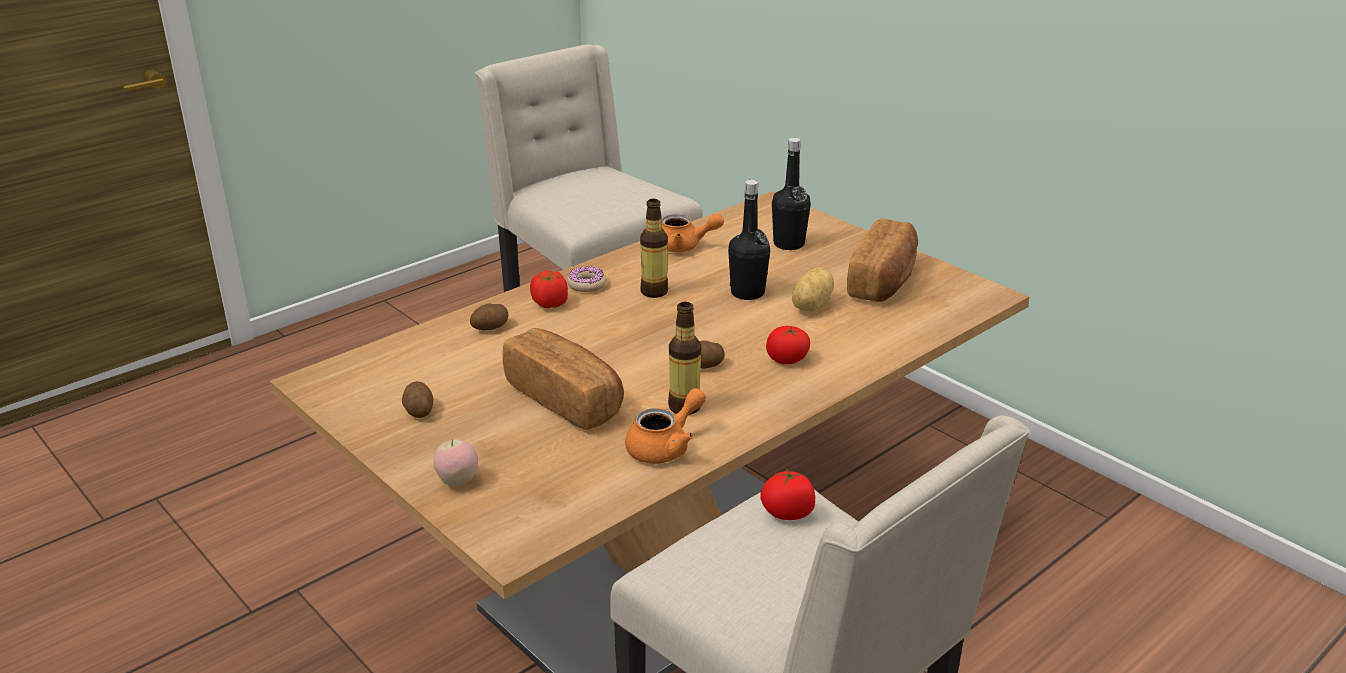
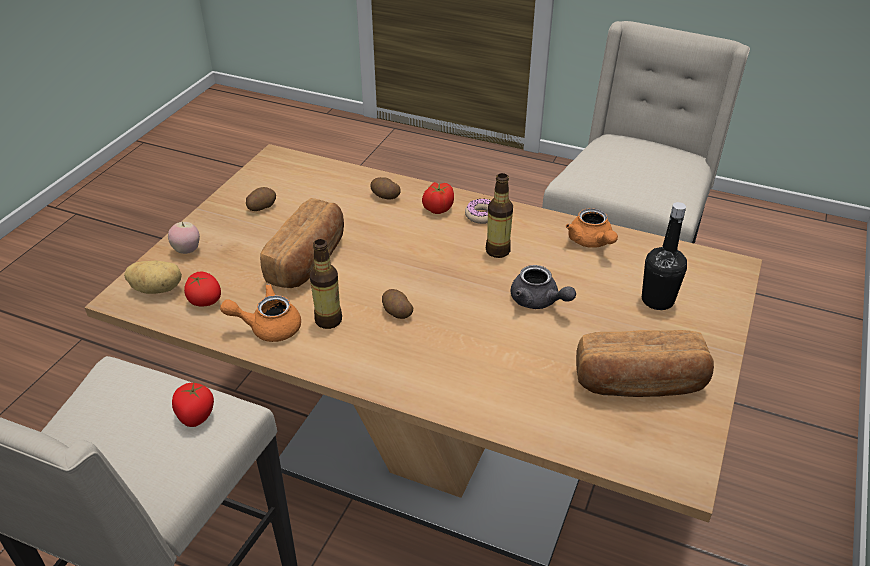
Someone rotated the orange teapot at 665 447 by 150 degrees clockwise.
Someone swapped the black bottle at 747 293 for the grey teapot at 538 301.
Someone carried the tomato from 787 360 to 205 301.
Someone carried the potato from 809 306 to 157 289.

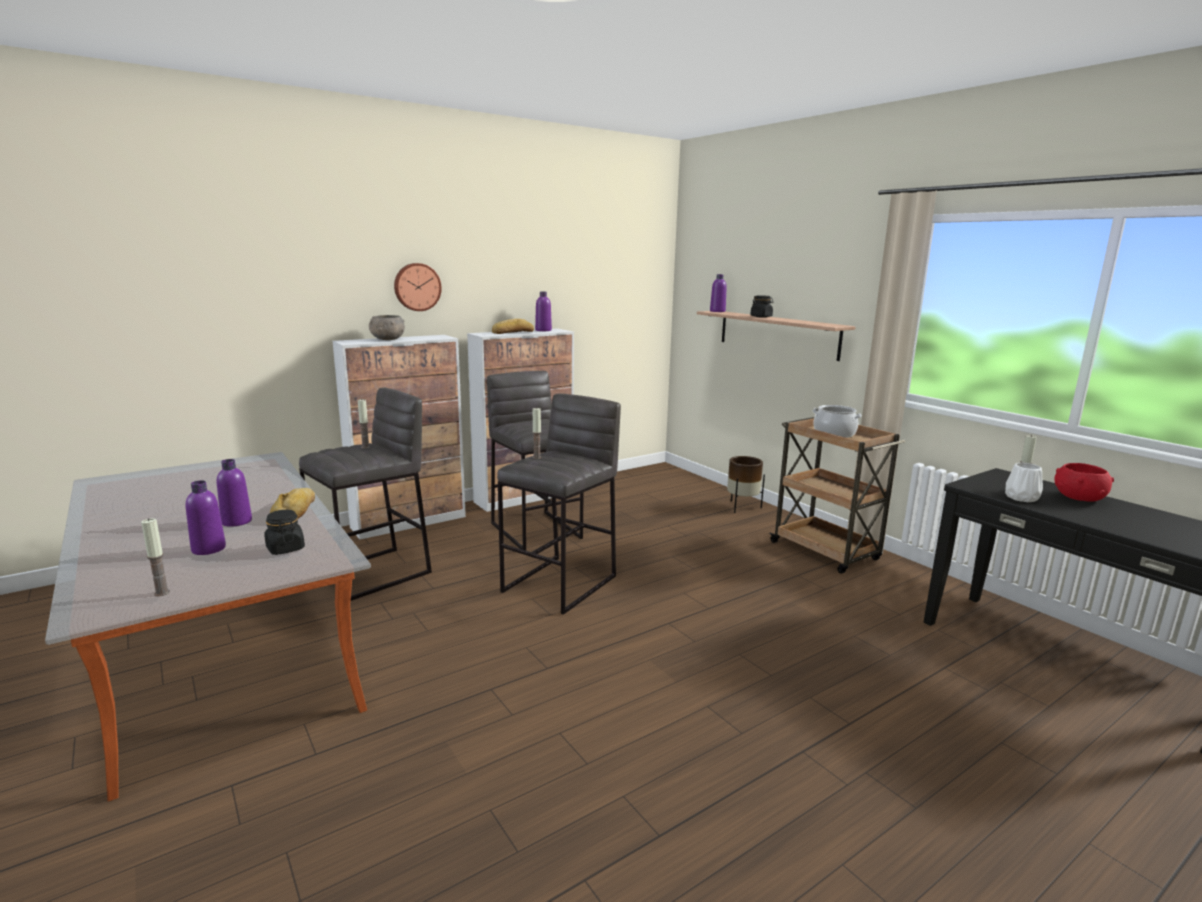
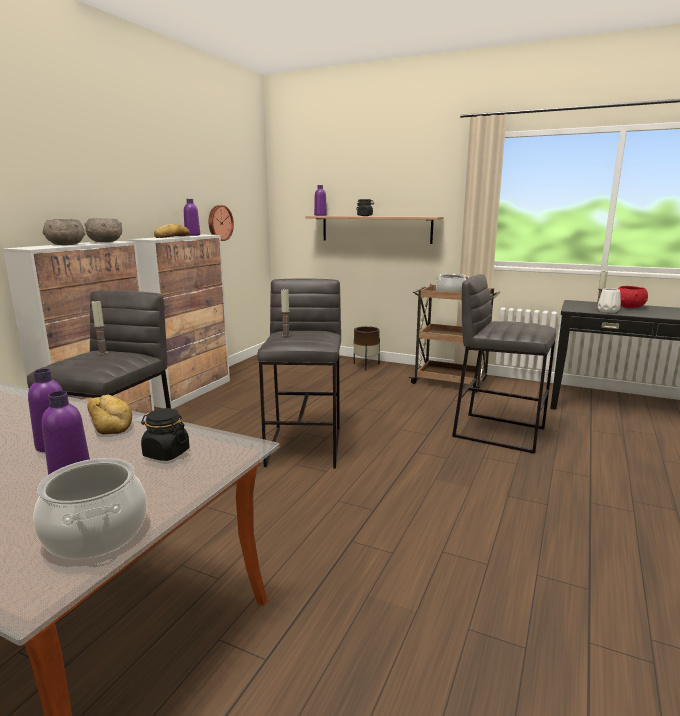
Someone swapped the candle at 162 593 for the cooking pot at 97 533.
Someone carried the wall clock from 417 287 to 219 223.
Someone carried the grey stool from 536 530 to 498 432.
Someone put down the grey bowl at 105 242.

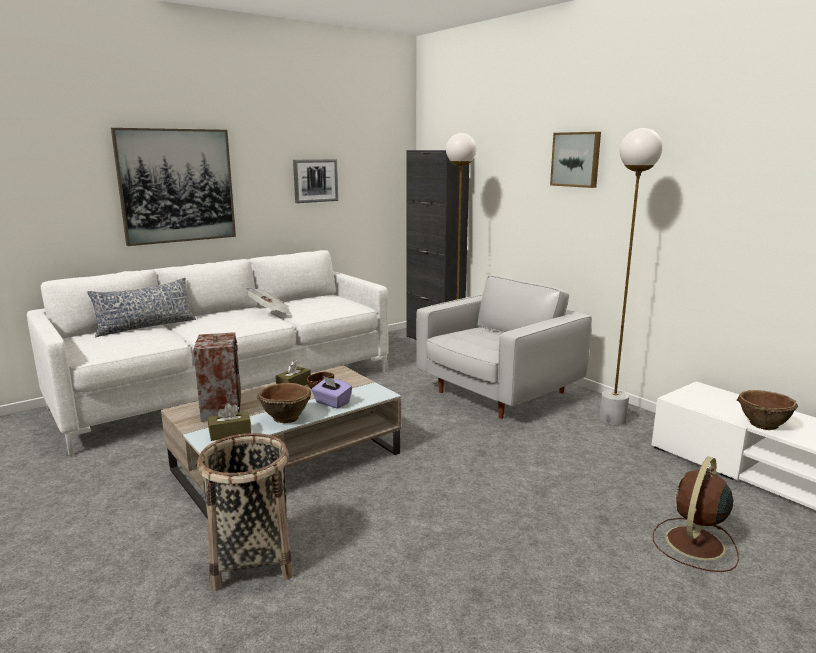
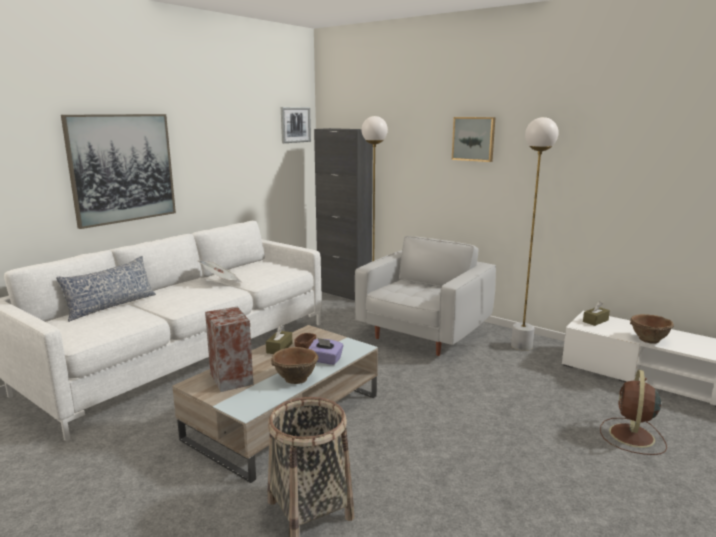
Someone carried the brown tissue box from 230 433 to 595 321.
Someone carried the picture from 315 180 to 295 124.

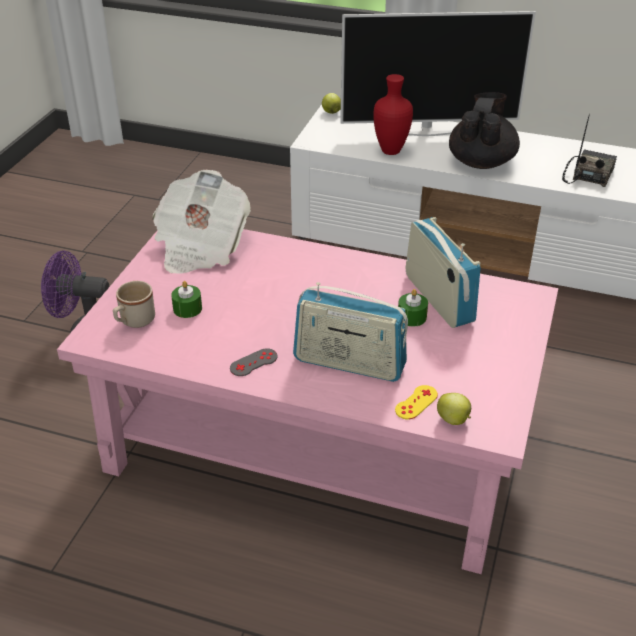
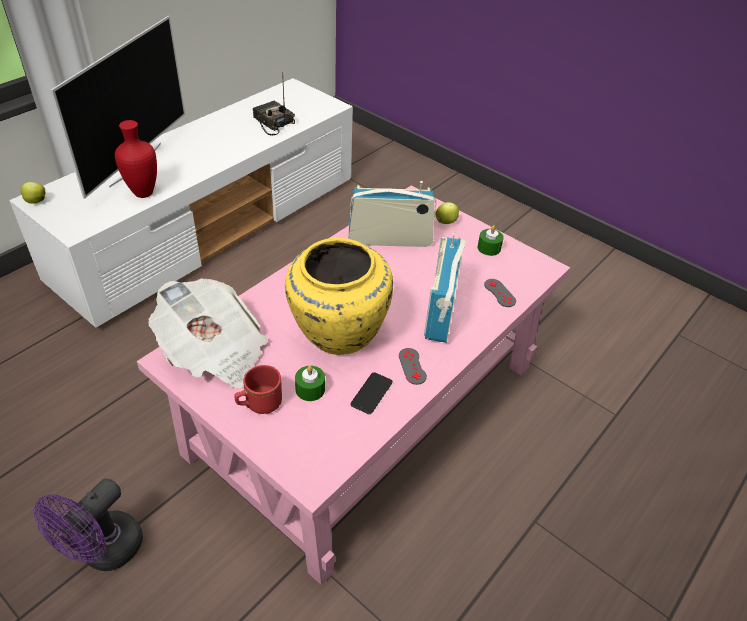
Someone took away the beige mug at 134 321.
Someone rotated the radio at 349 363 by 150 degrees clockwise.
Someone repainted the yellow game controller at 416 402, which became the grey game controller at 499 293.
Someone carried the green candle from 412 317 to 489 248.
Someone carried the apple from 454 420 to 446 222.
Someone took away the black teapot at 481 161.
Someone put down the red mug at 259 404.
Someone put down the yellow vase at 337 334.
Someone put down the phone at 371 393.

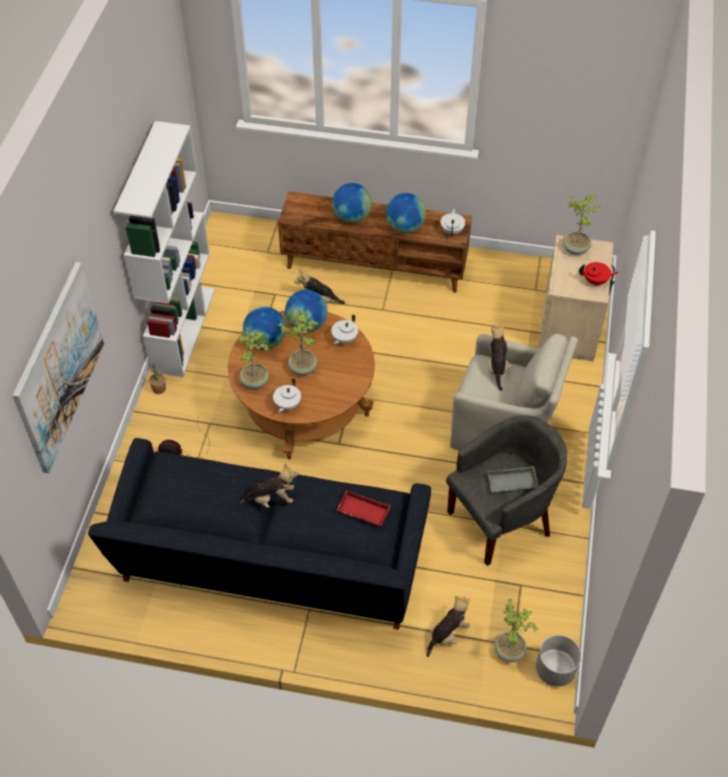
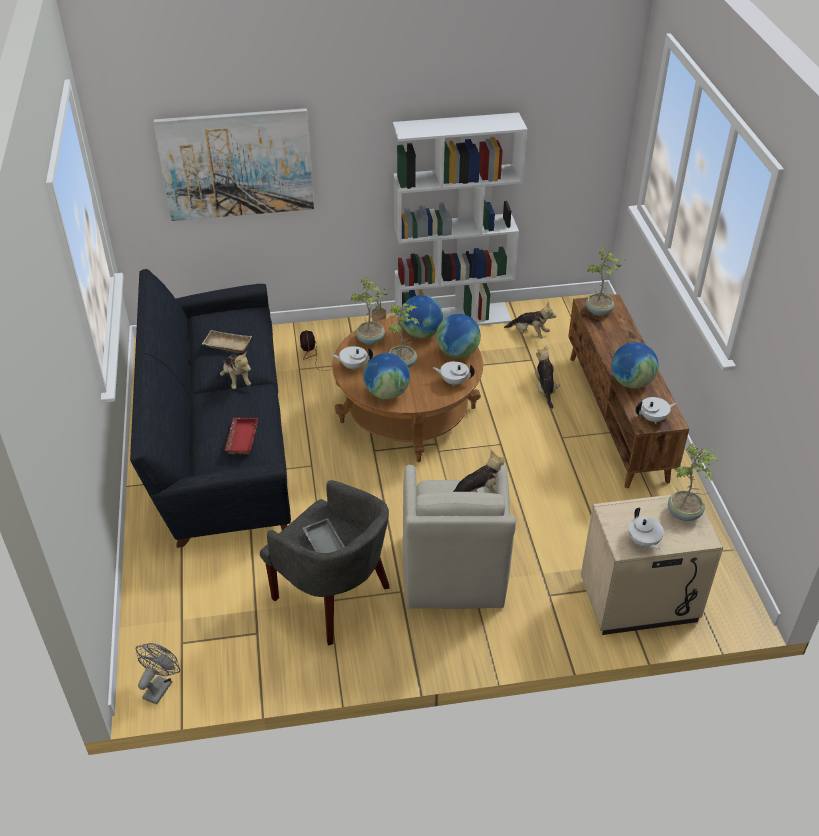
Someone carried the globe from 351 217 to 387 393.
Someone carried the plush toy from 448 634 to 529 333.
Someone carried the potted plant from 510 650 to 599 311.
Someone swapped the grey planter at 555 670 for the grey fan at 160 686.
Someone repainted the red teapot at 595 281, which became the white teapot at 643 542.
Someone put down the beige tray at 226 345.

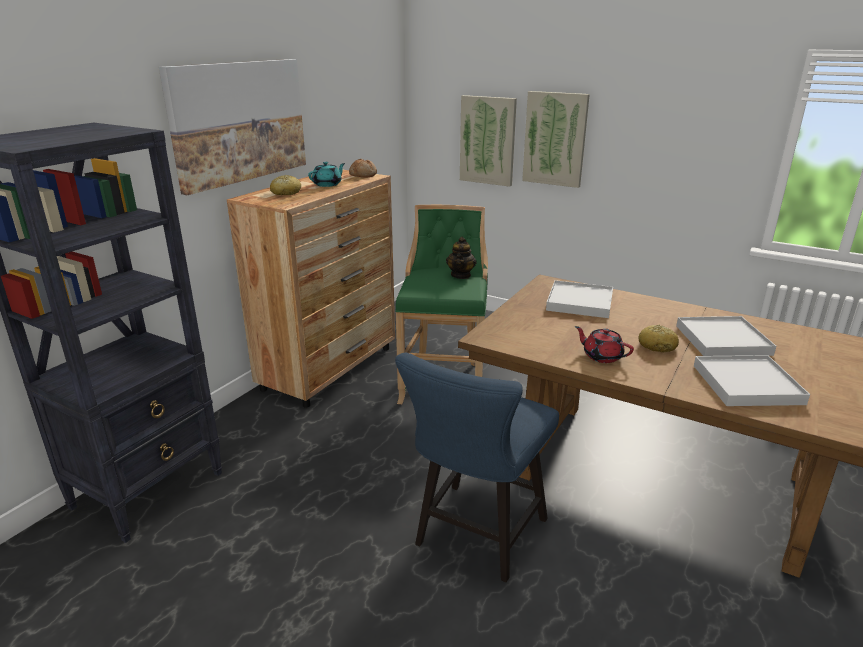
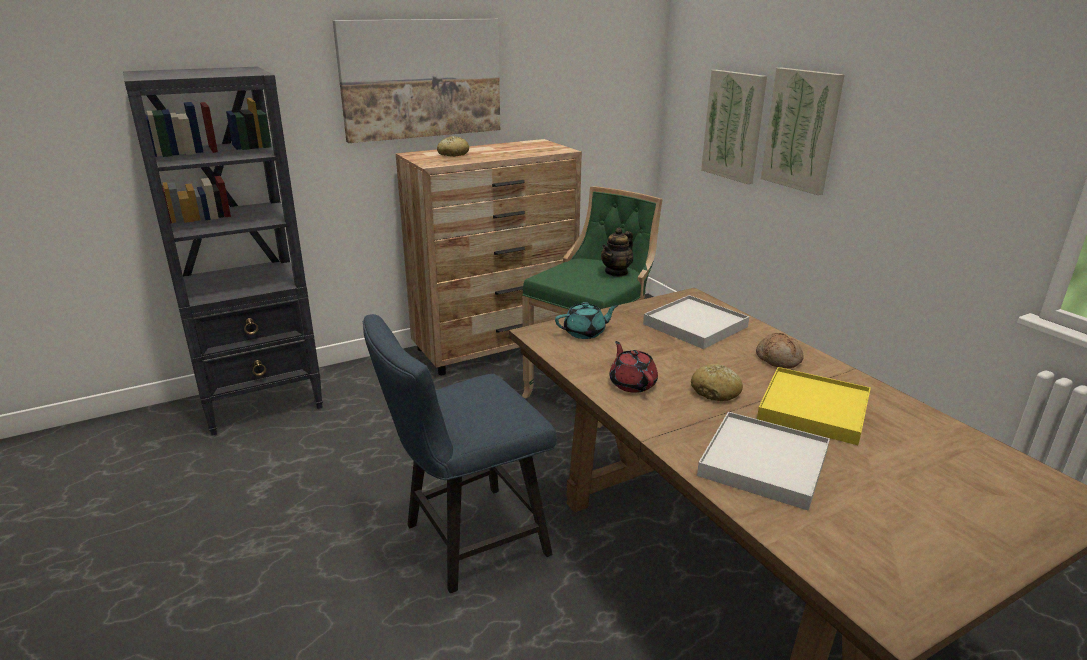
Someone carried the turquoise teapot from 328 184 to 585 333.
Someone carried the bread from 363 175 to 778 359.
Someone repainted the white tray at 722 340, which became the yellow tray at 813 409.

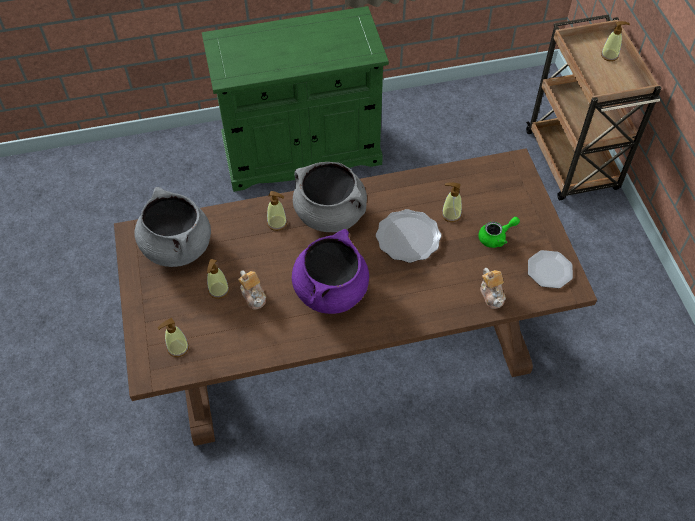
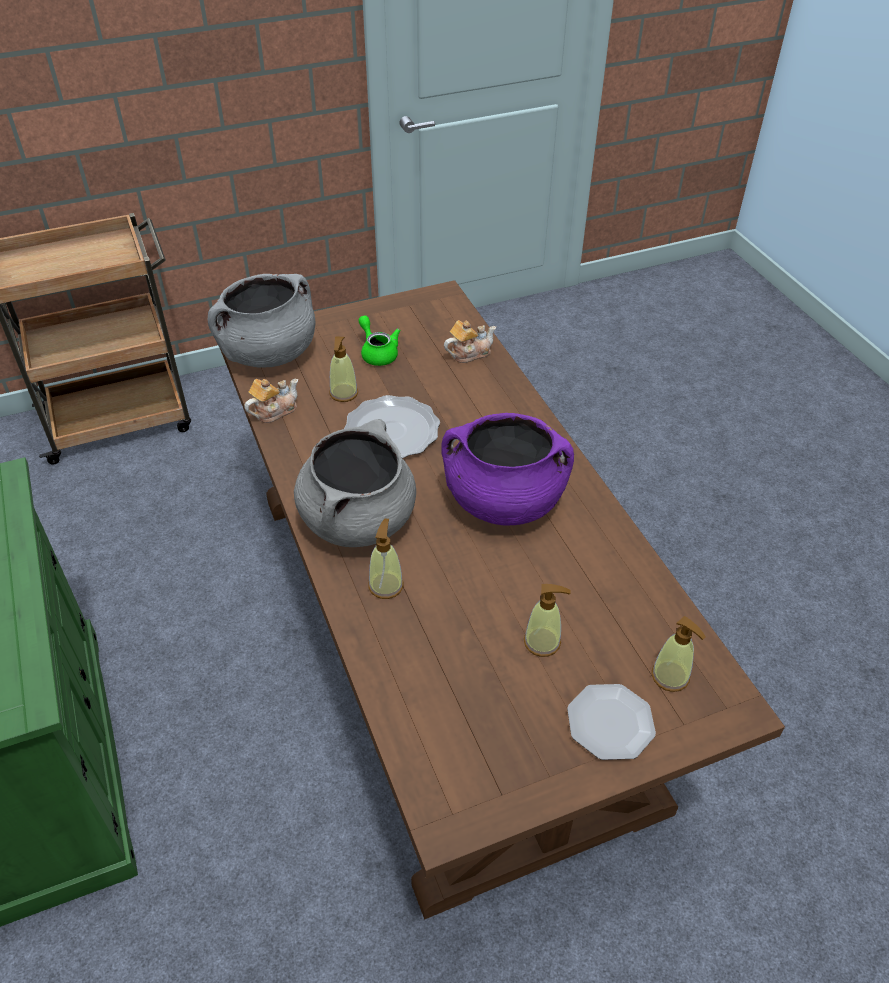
Someone carried the grey cooking pot from 177 246 to 269 353.
Someone carried the teapot from 253 295 to 274 411.
Someone carried the plate from 549 270 to 611 723.
Someone took away the soap dispenser at 609 55.

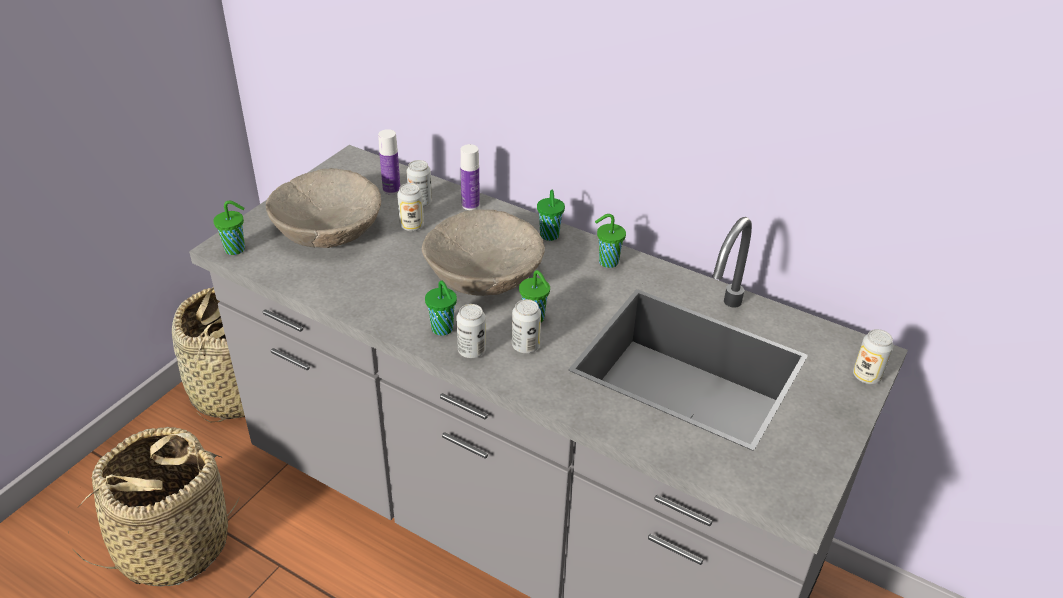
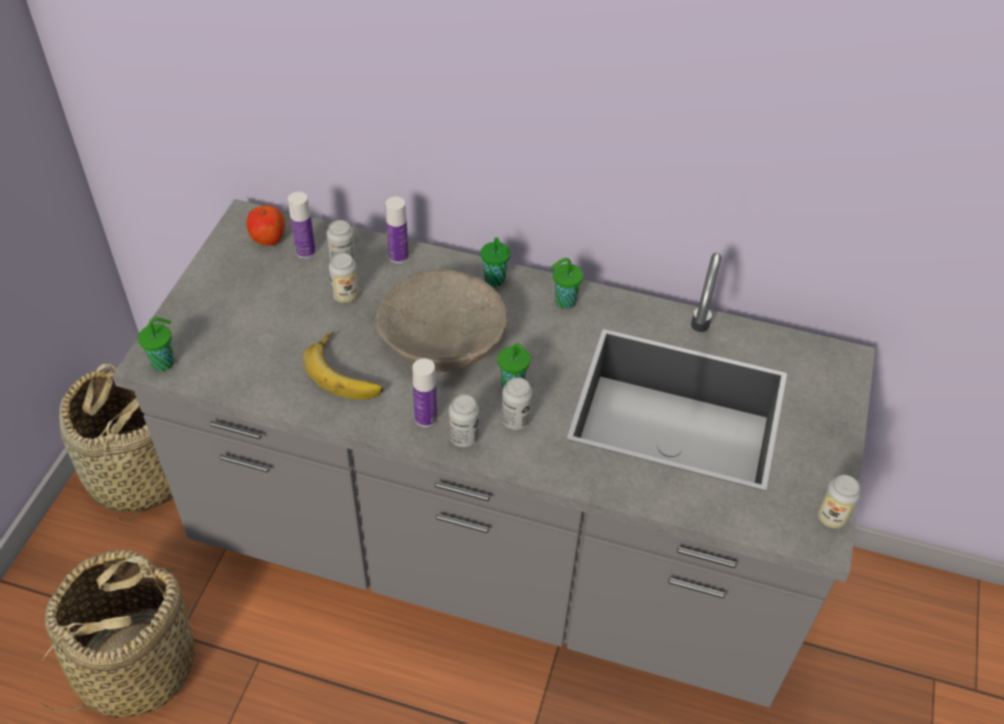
Someone took away the beige bowl at 327 228.
Someone swapped the green cup at 443 329 for the bottle at 426 418.
Someone carried the can from 866 376 to 831 517.
Someone put down the apple at 268 237.
Someone put down the banana at 347 371.

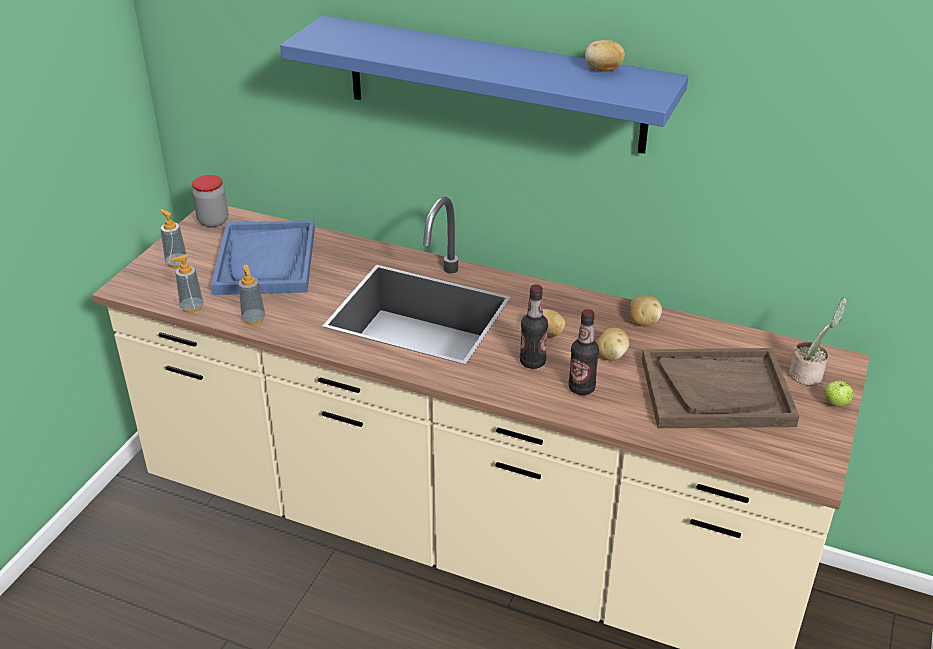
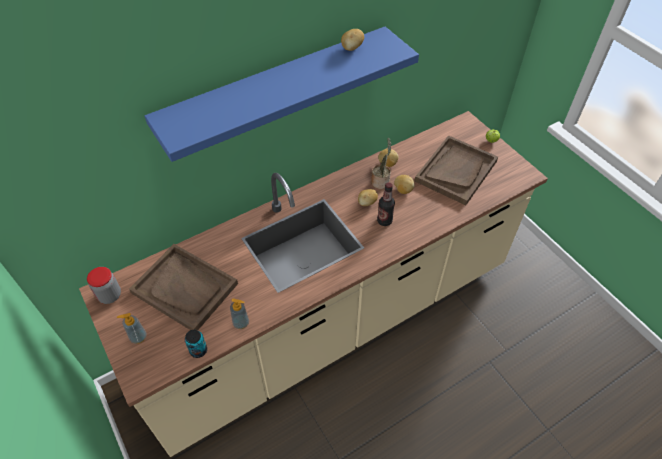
Someone swapped the soap dispenser at 192 307 for the can at 198 350.
Someone repainted the blue tray at 266 261, which became the brown tray at 185 288.
Someone took away the bottle at 581 388.
Someone carried the potted plant from 808 375 to 380 181.

